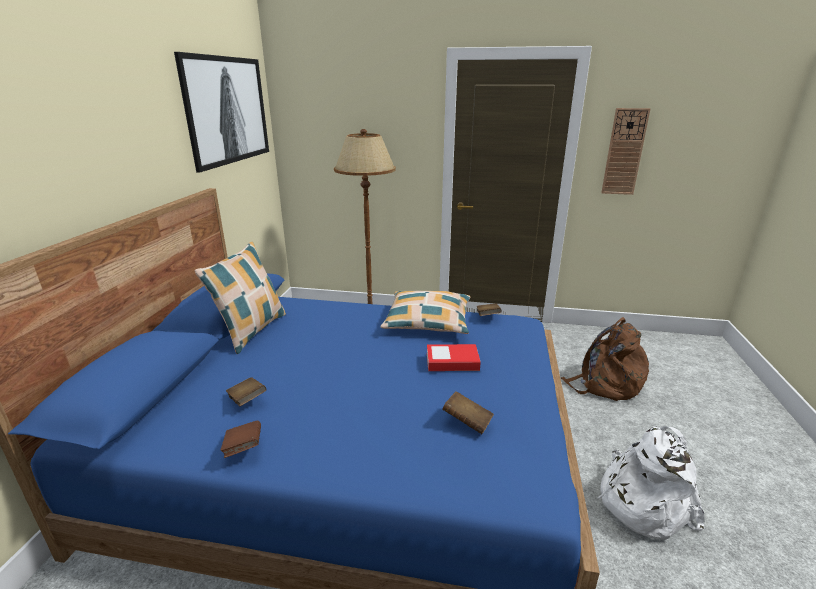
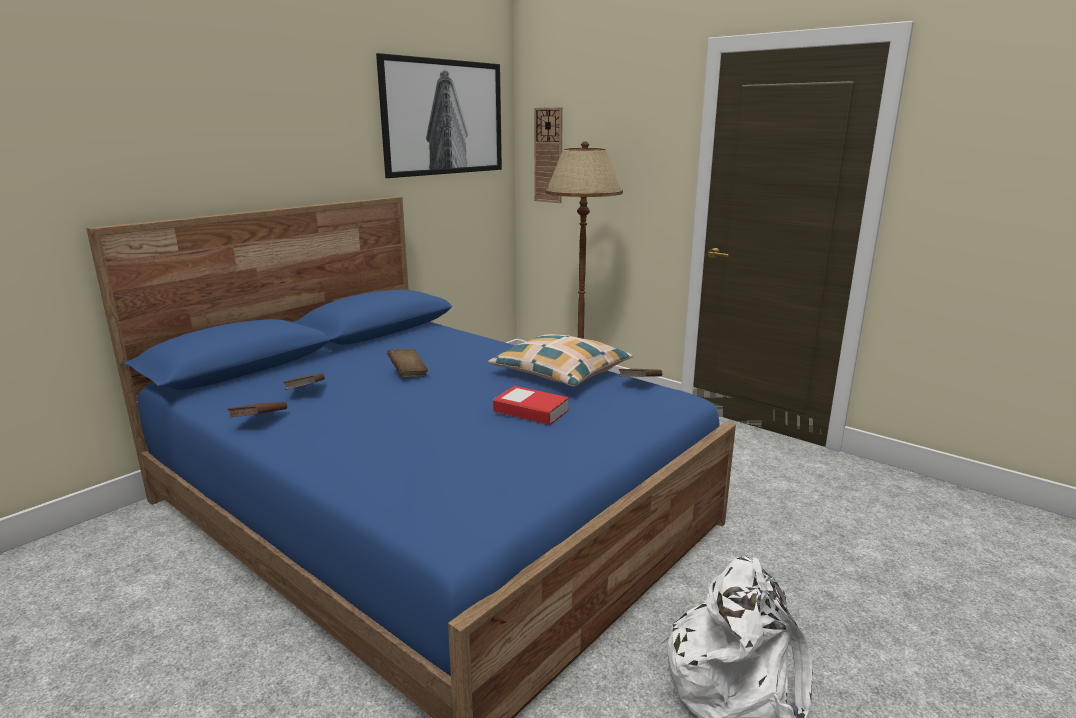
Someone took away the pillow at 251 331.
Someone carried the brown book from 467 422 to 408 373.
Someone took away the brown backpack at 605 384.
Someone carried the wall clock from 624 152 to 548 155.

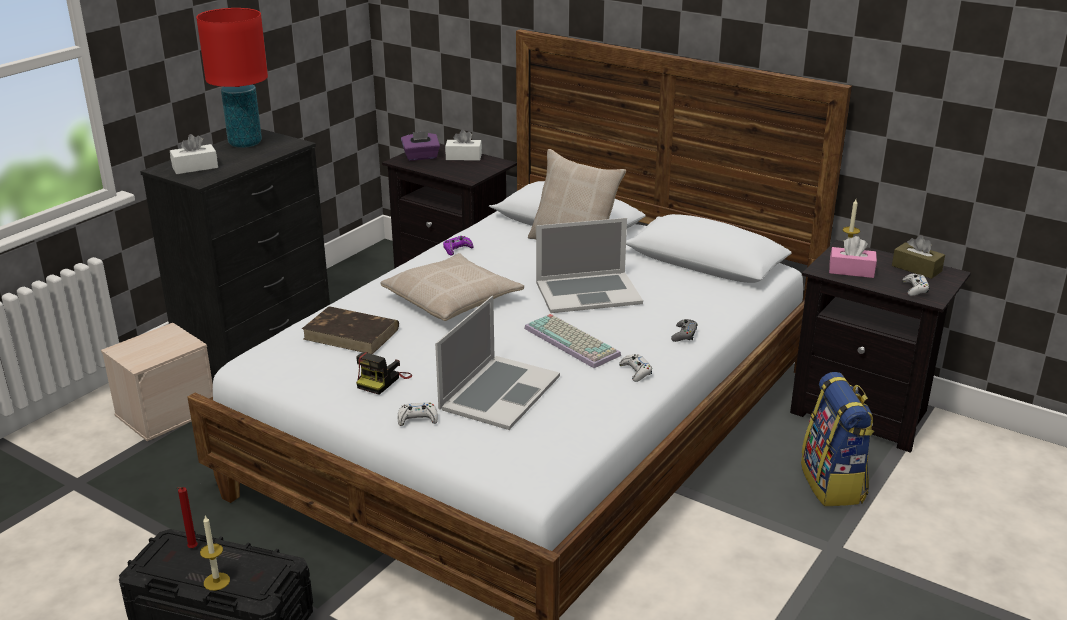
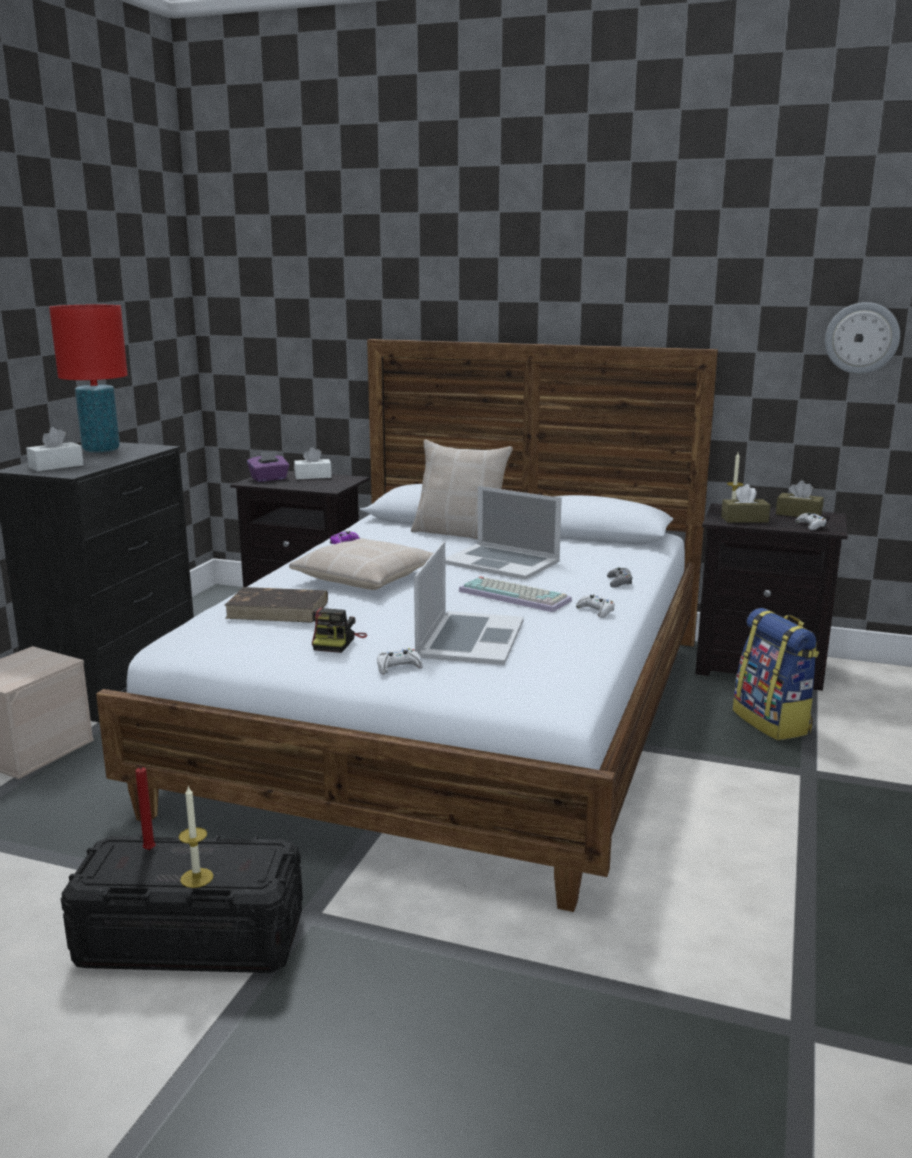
Someone rotated the laptop at 588 292 by 60 degrees clockwise.
Someone repainted the pink tissue box at 851 270, which became the brown tissue box at 744 519.
Someone put up the wall clock at 861 338.

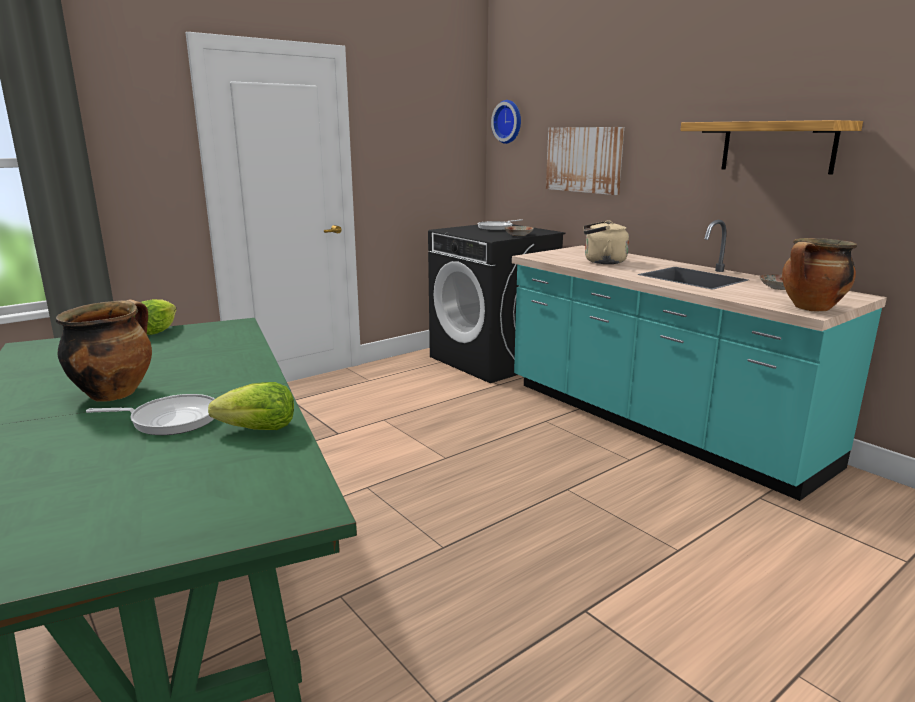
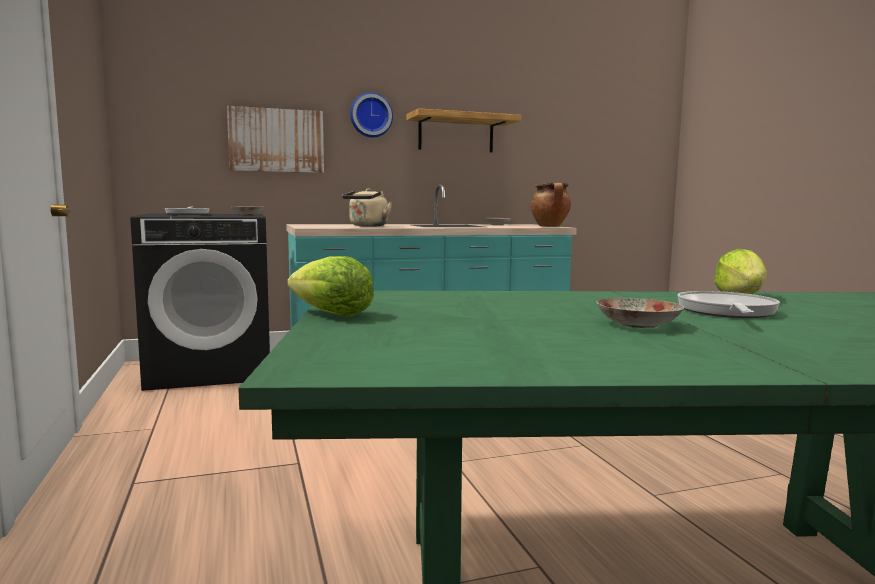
Someone swapped the cooking pot at 115 393 for the plate at 637 325.
Someone carried the wall clock from 509 121 to 370 115.

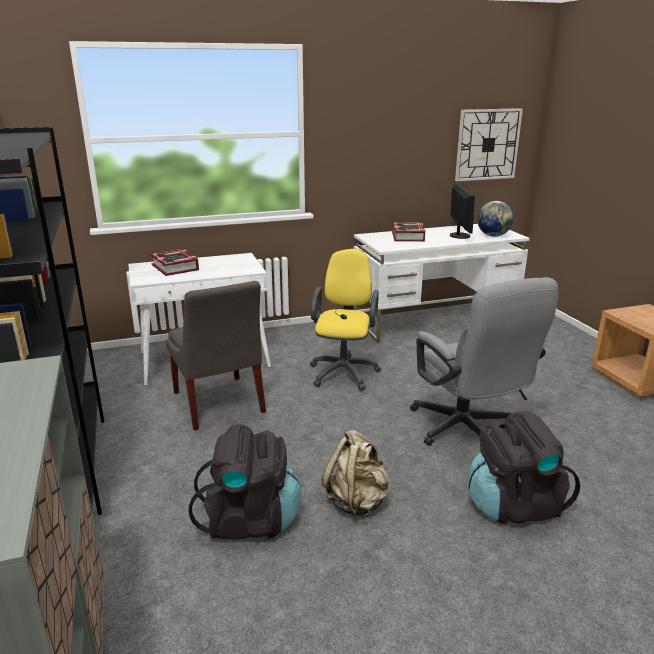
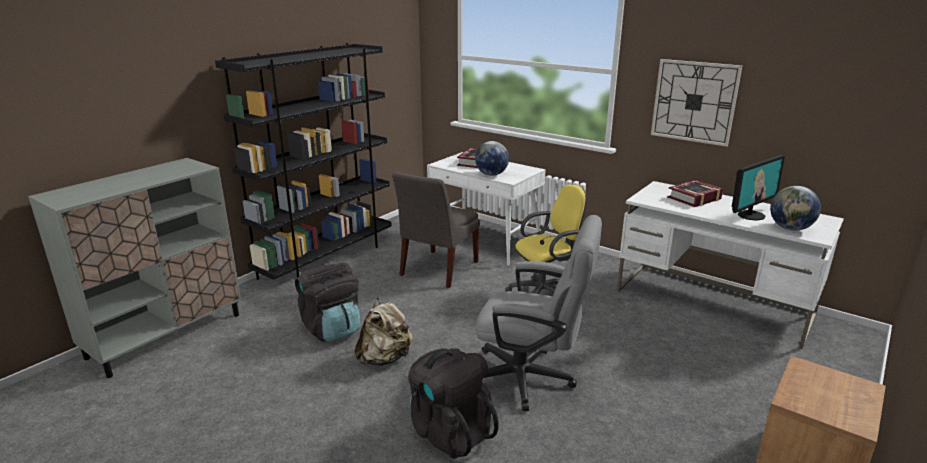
Someone rotated the grey office chair at 467 431 by 105 degrees counterclockwise.
Someone carried the wall clock from 487 144 to 694 102.
Someone put down the globe at 491 174.

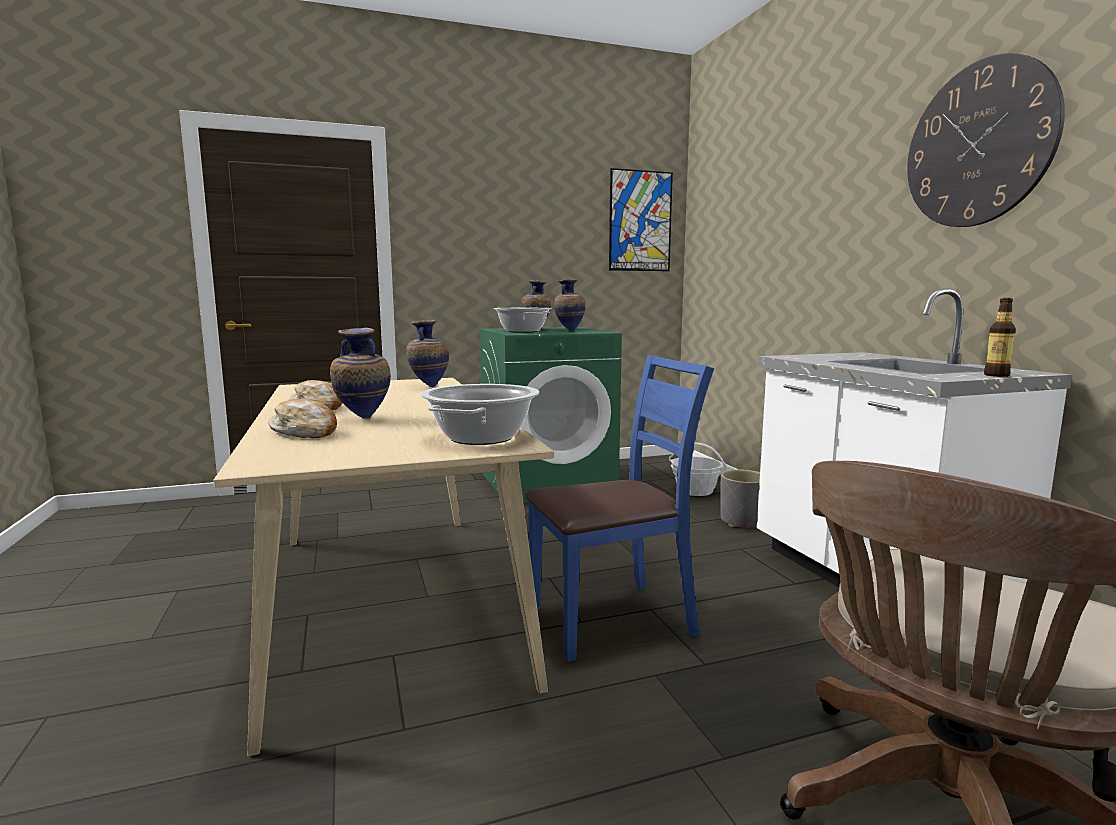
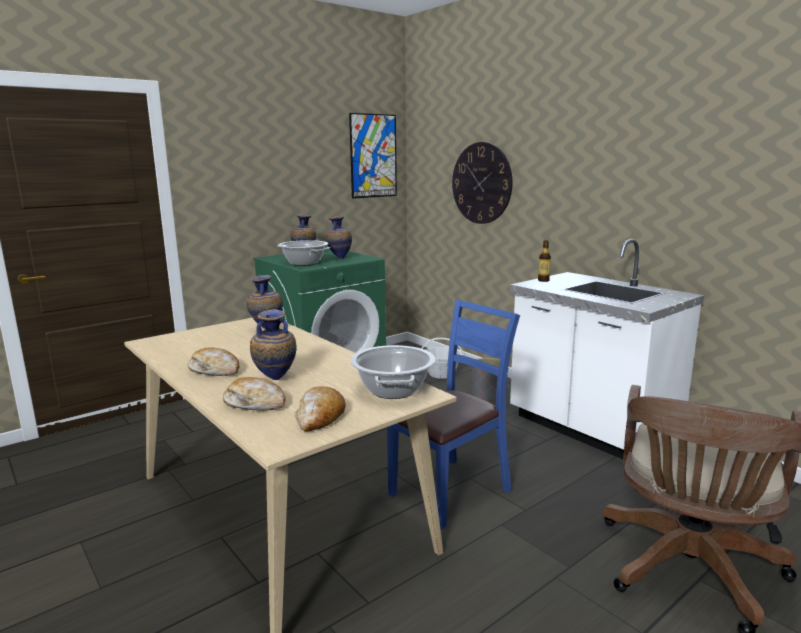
Someone carried the wall clock from 978 144 to 481 183.
Someone carried the bottle from 996 375 to 543 280.
Someone put down the bread at 320 417.

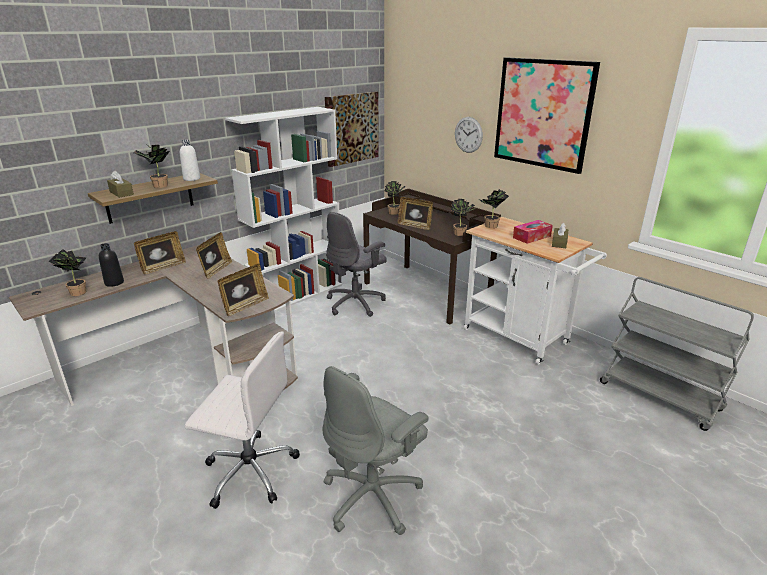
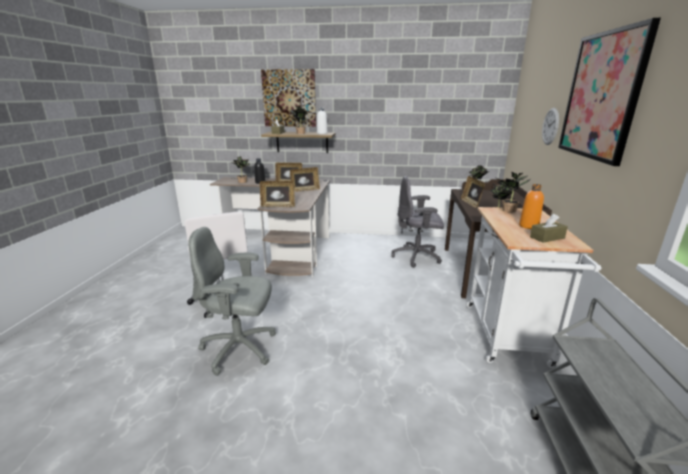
Someone took away the white bookcase at 297 295.
Someone carried the picture from 351 128 to 289 98.
Someone swapped the tissue box at 532 237 for the orange bottle at 528 226.

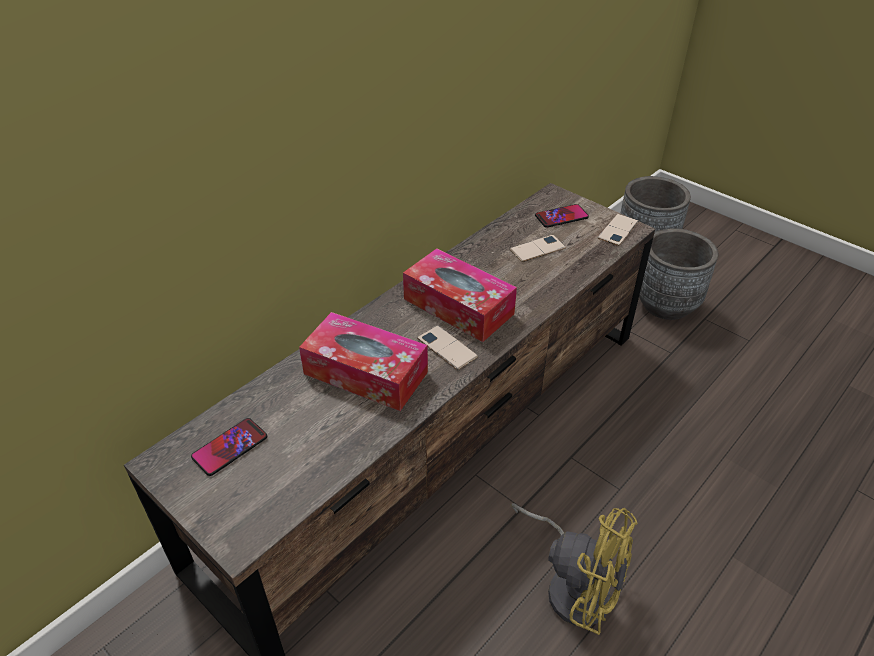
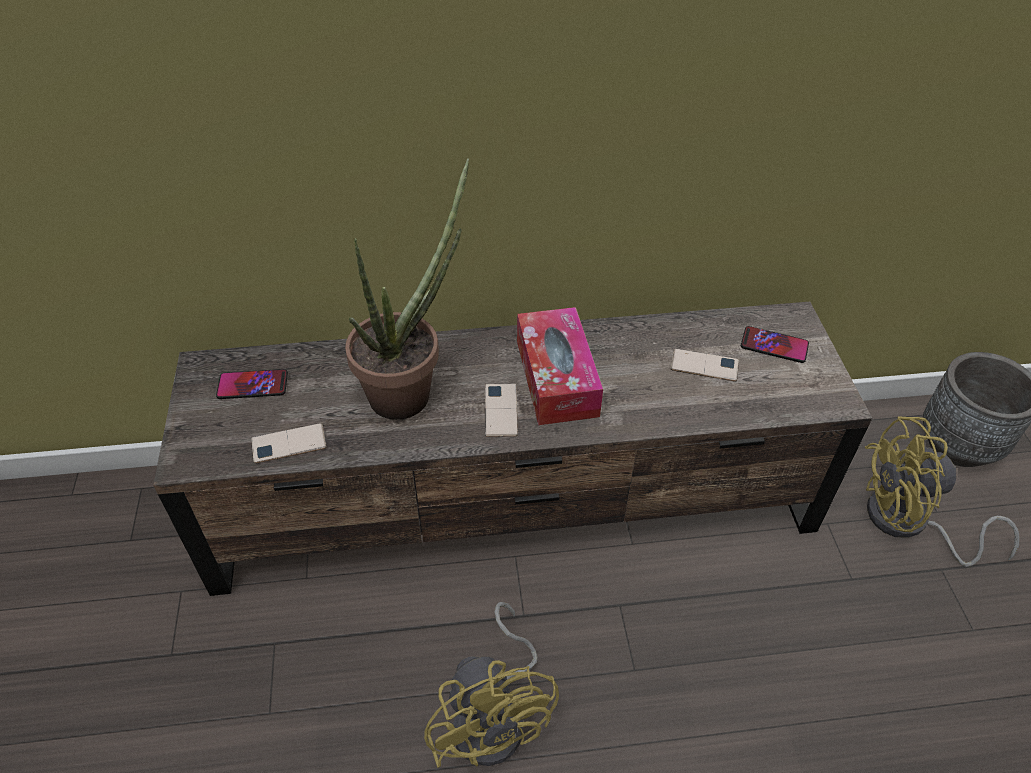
Someone swapped the tissue box at 365 373 for the potted plant at 410 389.
Someone carried the phone from 618 230 to 288 444.
Someone swapped the grey planter at 666 305 for the yellow fan at 908 524.

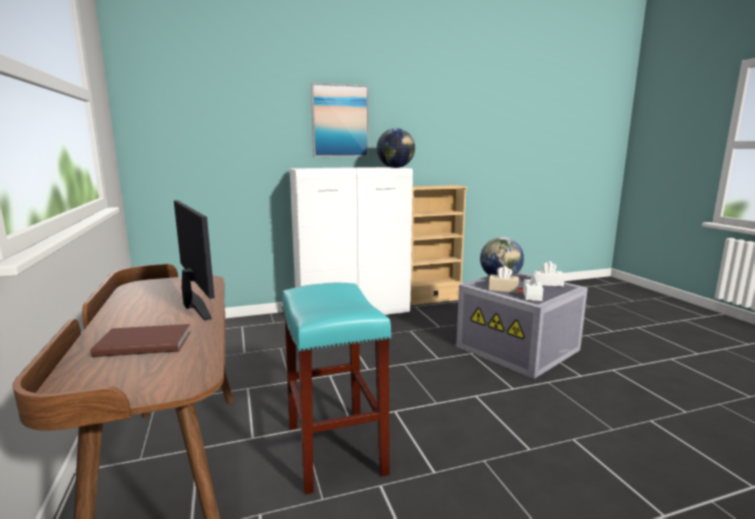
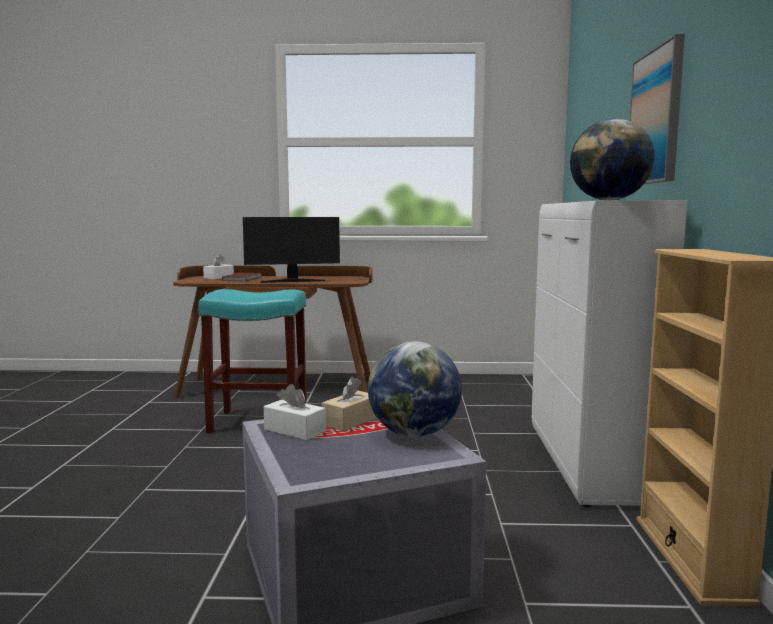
Someone carried the white tissue box from 548 283 to 219 277.

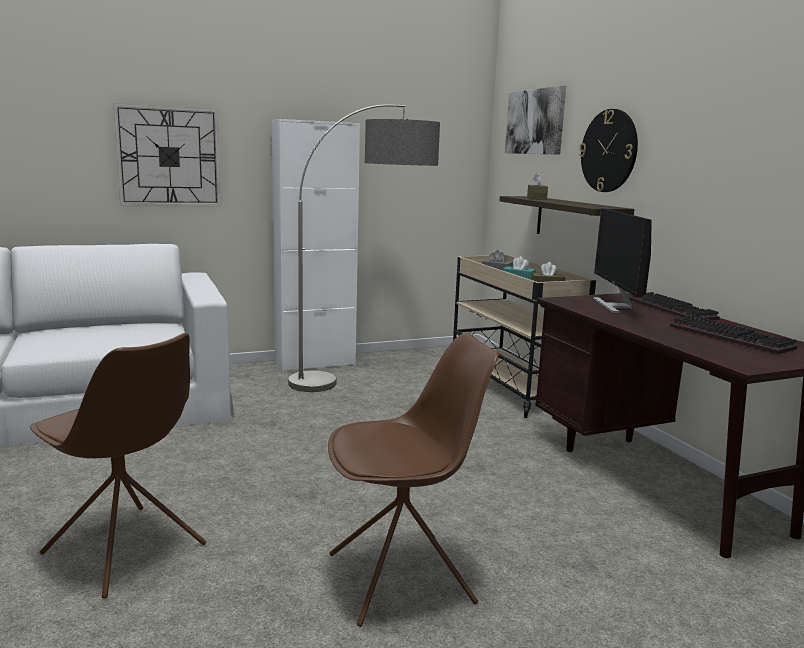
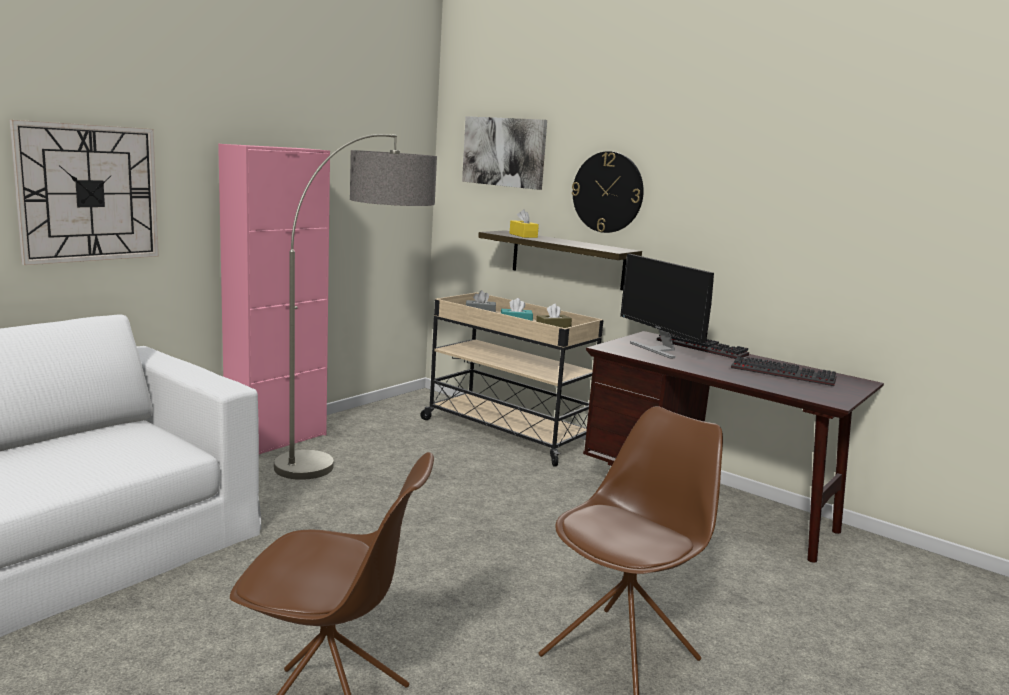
Someone repainted the white cabinet at 315 363, which became the pink cabinet at 277 440.
Someone repainted the brown tissue box at 536 198, which became the yellow tissue box at 523 235.

